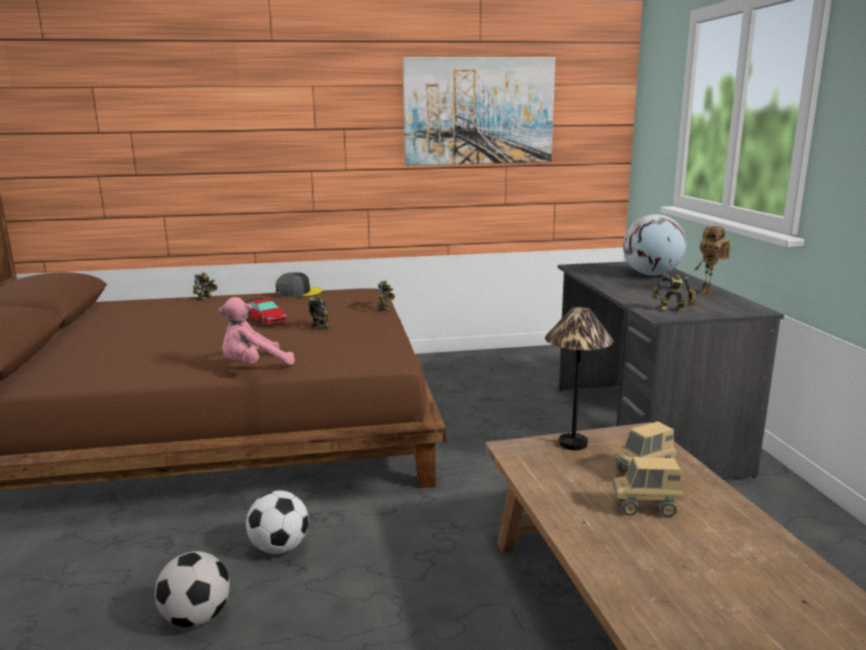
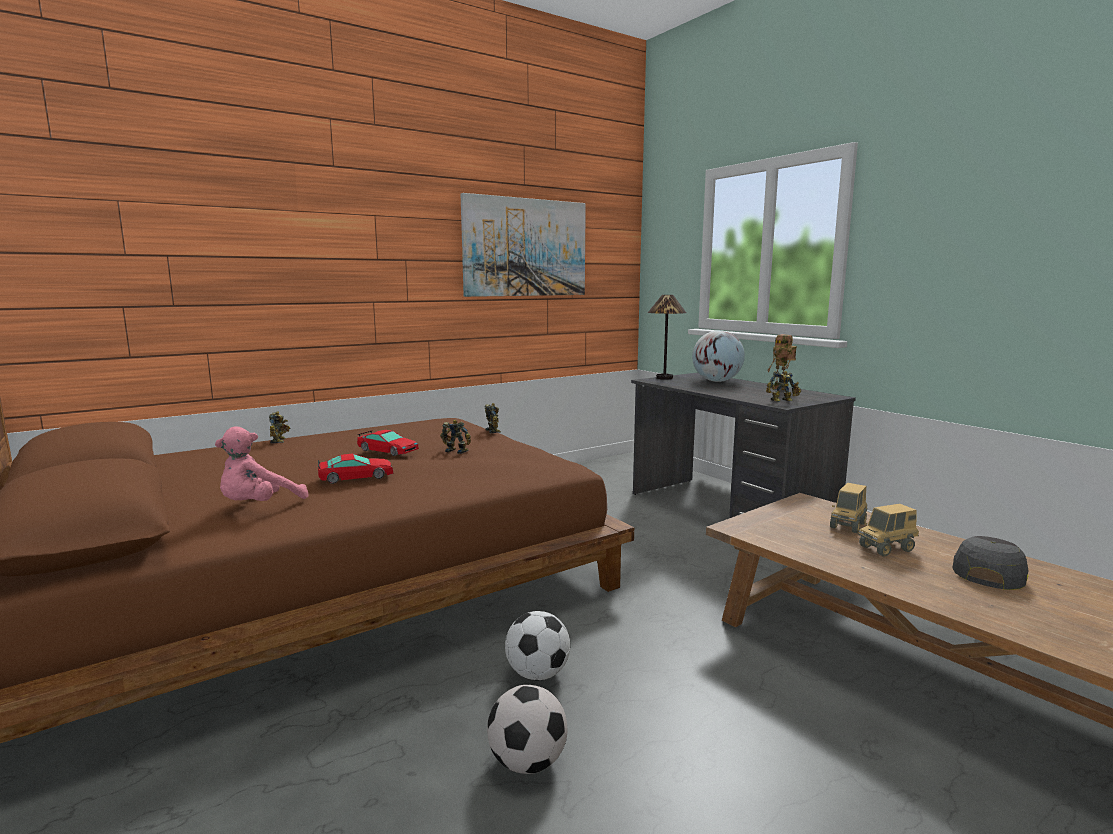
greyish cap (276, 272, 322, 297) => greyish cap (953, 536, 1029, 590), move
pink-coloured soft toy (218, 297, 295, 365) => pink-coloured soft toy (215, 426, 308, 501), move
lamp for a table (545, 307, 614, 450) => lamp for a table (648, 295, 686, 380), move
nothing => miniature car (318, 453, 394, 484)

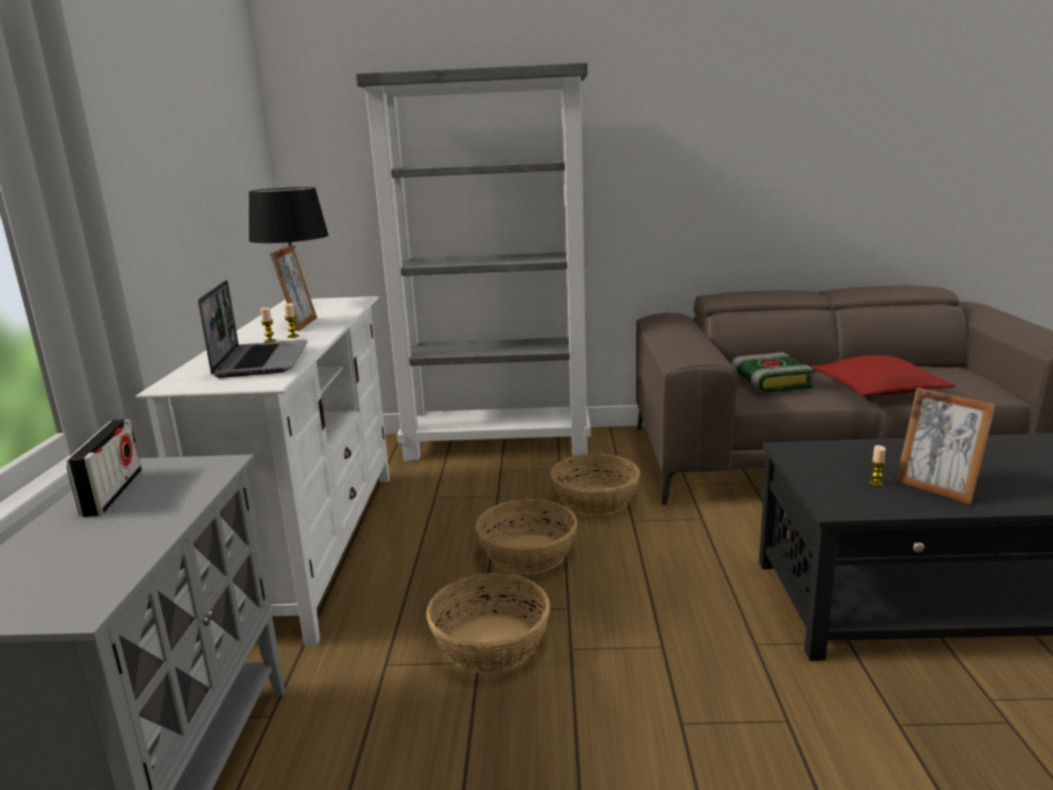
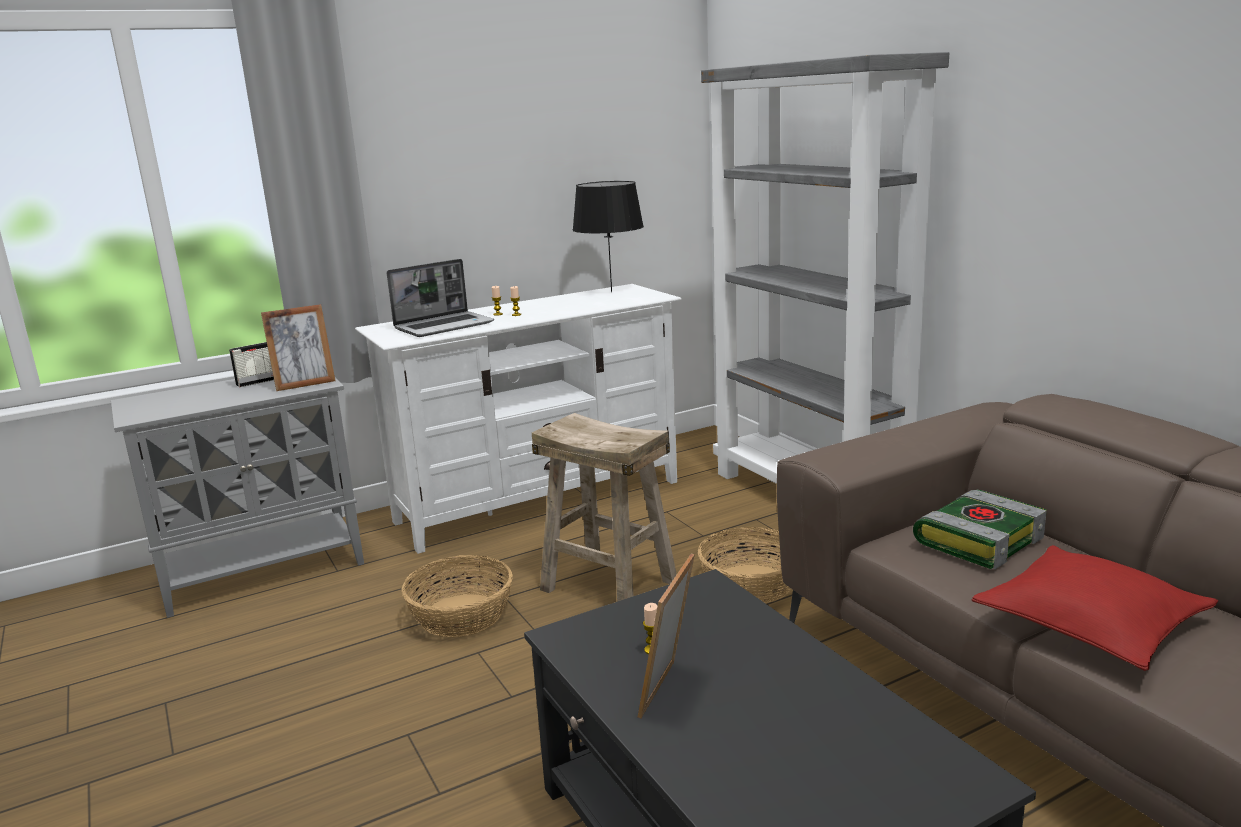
picture frame (270, 245, 317, 331) => picture frame (261, 304, 336, 391), move
storage basket (476, 499, 578, 574) => sand-coloured stool seat (532, 413, 677, 602)

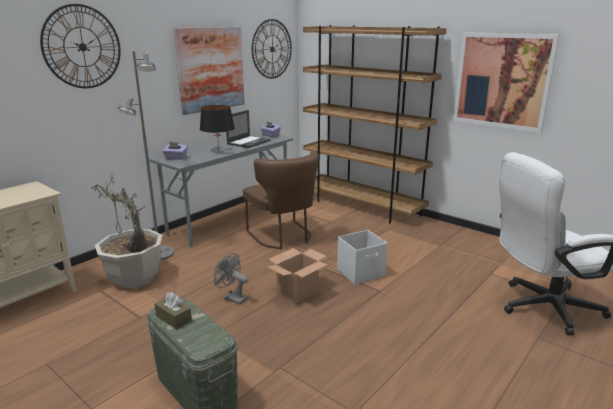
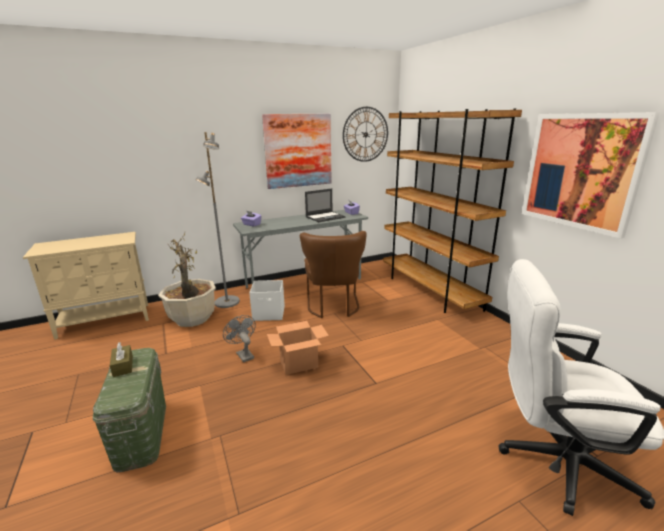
clock on the wall (40, 4, 121, 88) => nothing
black lamp for a table (200, 105, 235, 151) => nothing
white-coloured storage box (337, 230, 387, 285) => white-coloured storage box (249, 280, 285, 321), move

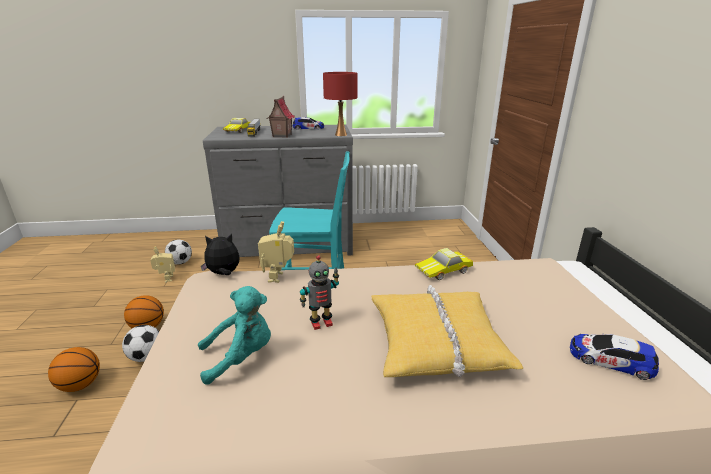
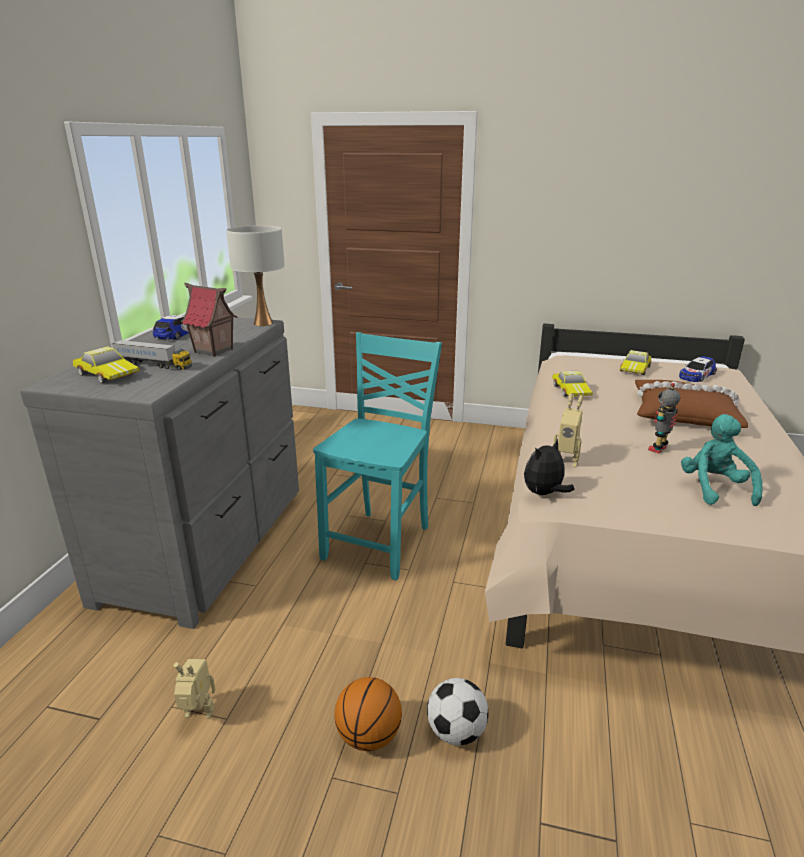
reddish lamp for a table (323, 72, 357, 136) => white-coloured lamp for a table (226, 225, 285, 326)
soft toy (201, 233, 240, 275) => soft toy (524, 439, 574, 495), 45 degrees clockwise
ball for football (165, 239, 192, 265) => nothing
robot figure (300, 255, 339, 330) => robot figure (648, 383, 680, 453), 135 degrees counterclockwise
yellowish pillow (371, 285, 523, 377) => brown pillow (635, 380, 748, 428)
ball for basketball (48, 347, 100, 392) => nothing
nothing => miniature car (619, 350, 651, 375)

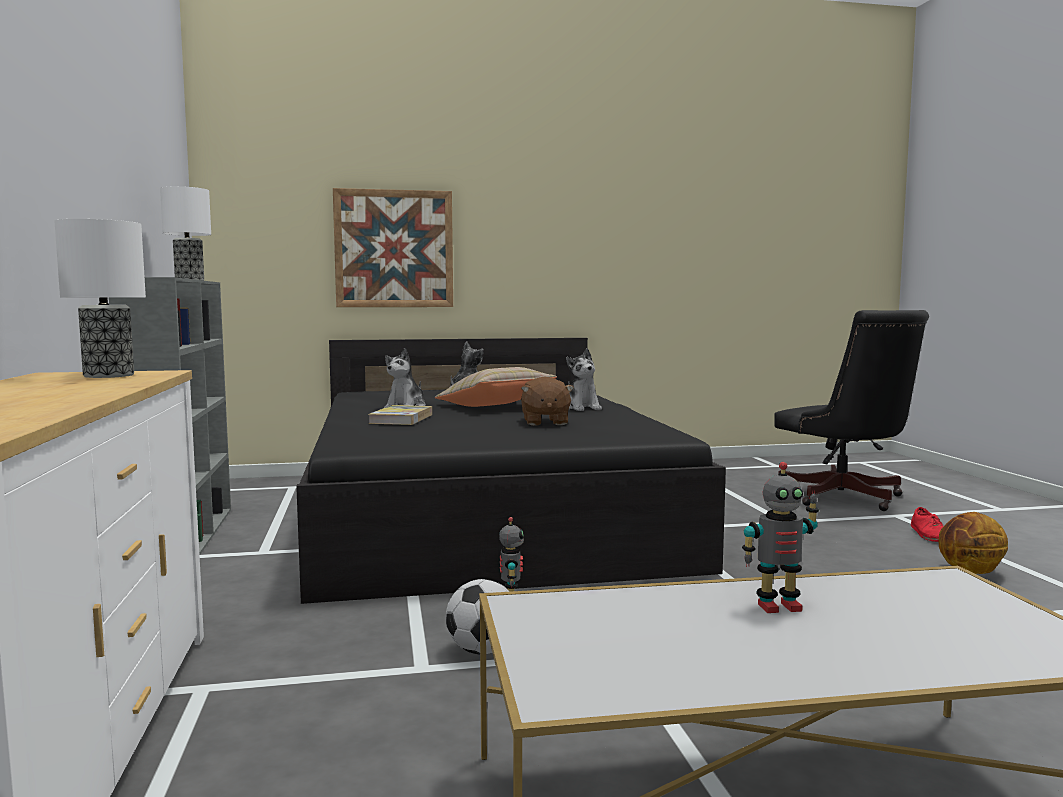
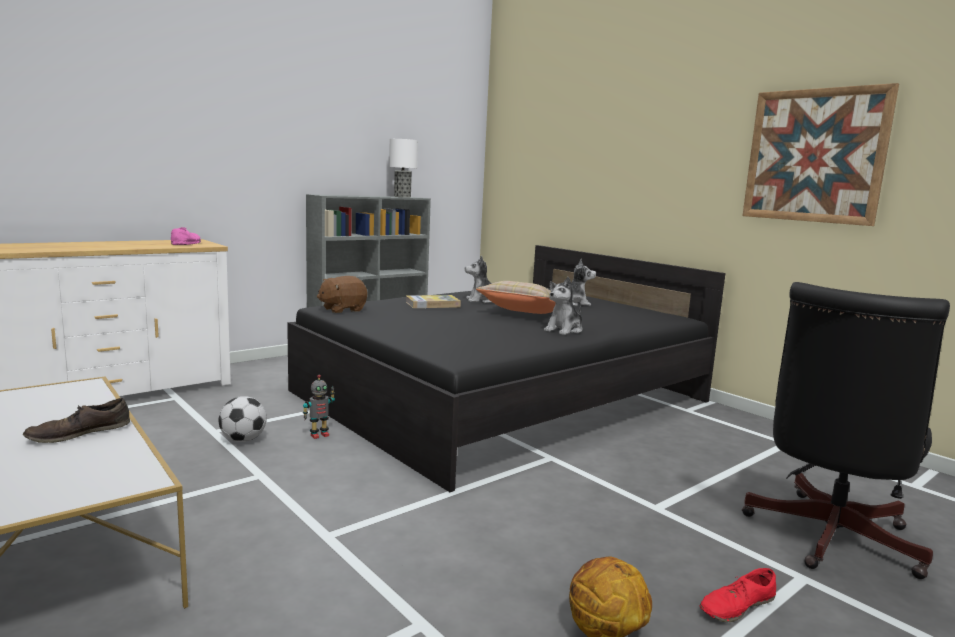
picture (333, 188, 453, 307) => picture (742, 83, 899, 226), move
lamp for a table (54, 219, 146, 378) => pink-coloured shoe (171, 227, 201, 245)
brown soft toy (521, 376, 574, 426) => brown soft toy (317, 276, 367, 313), move
robot figure (742, 462, 819, 613) => brown shoe (23, 398, 130, 443)

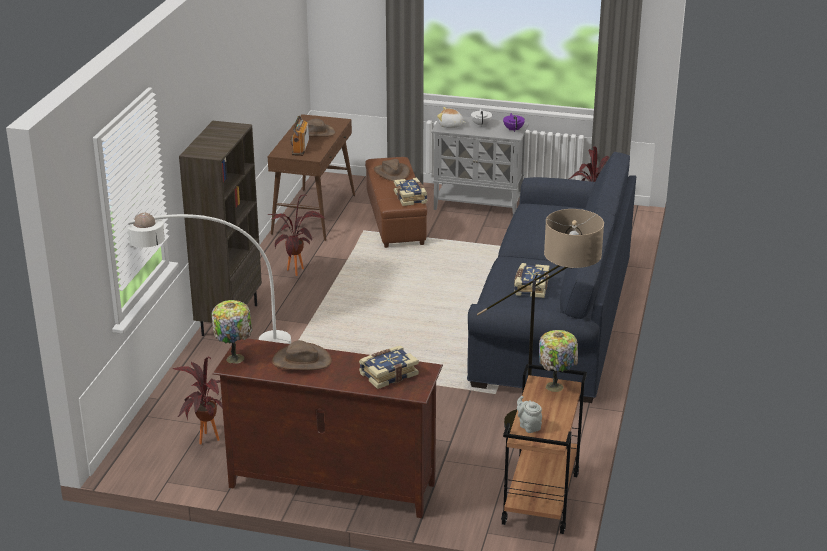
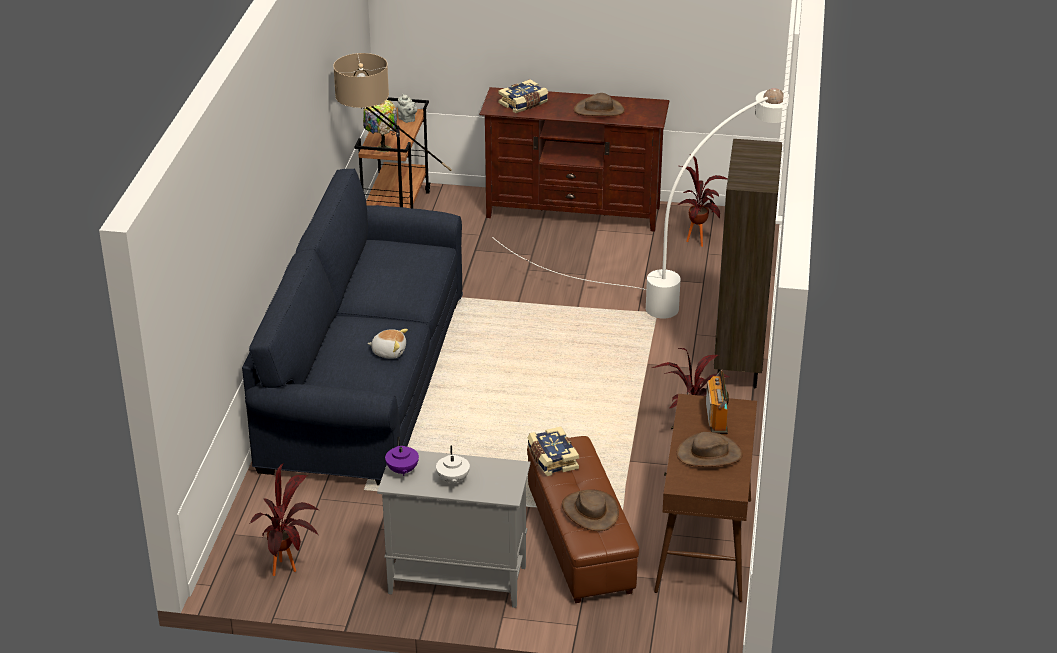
soft toy (437, 107, 466, 128) => soft toy (368, 329, 408, 359), move
bound book (514, 263, 549, 298) => nothing
lamp for a table (212, 300, 252, 363) => nothing

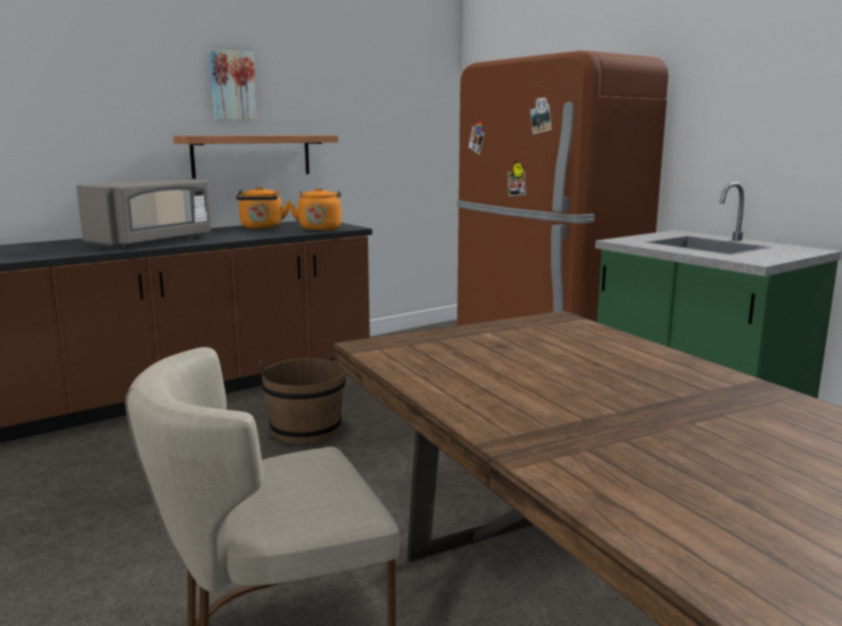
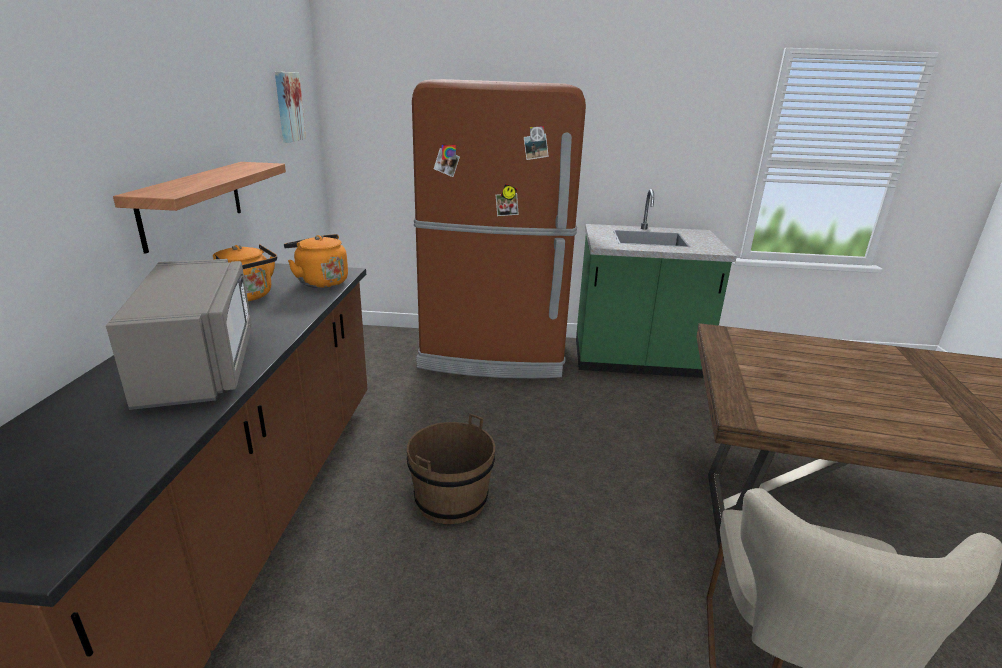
picture (209, 50, 257, 120) => picture (275, 72, 306, 143), move

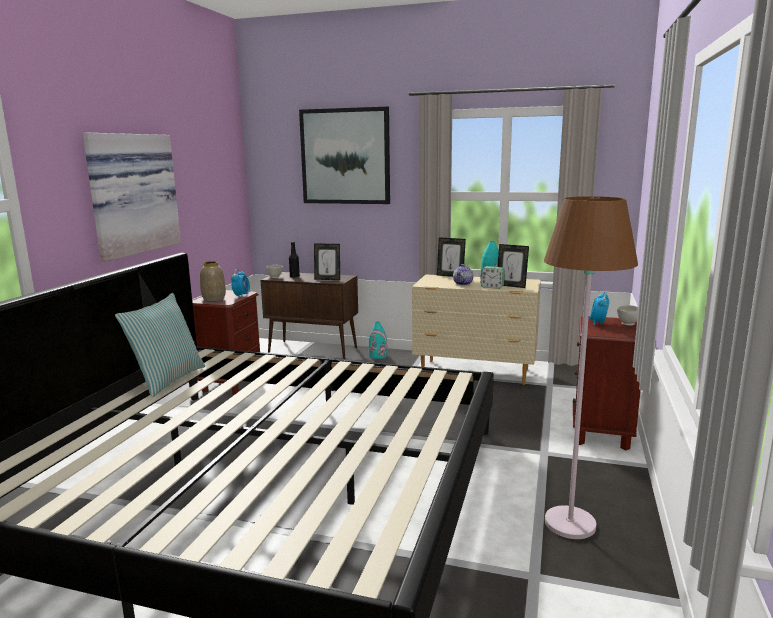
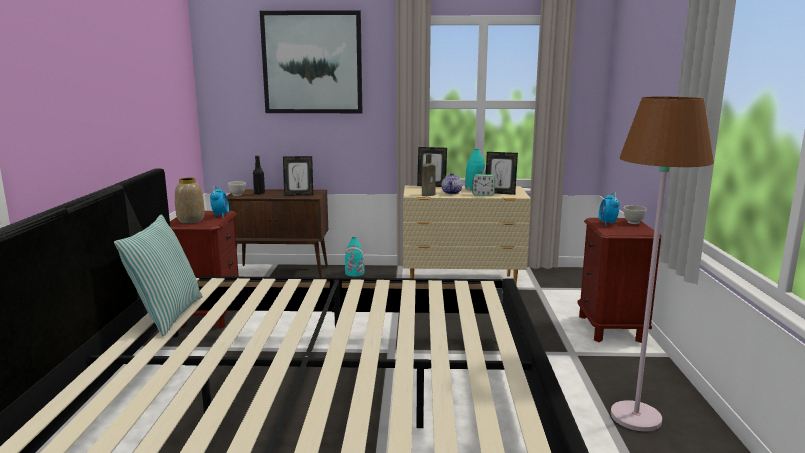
picture (83, 133, 181, 262) => nothing
nothing => brown bottle (422, 154, 436, 196)

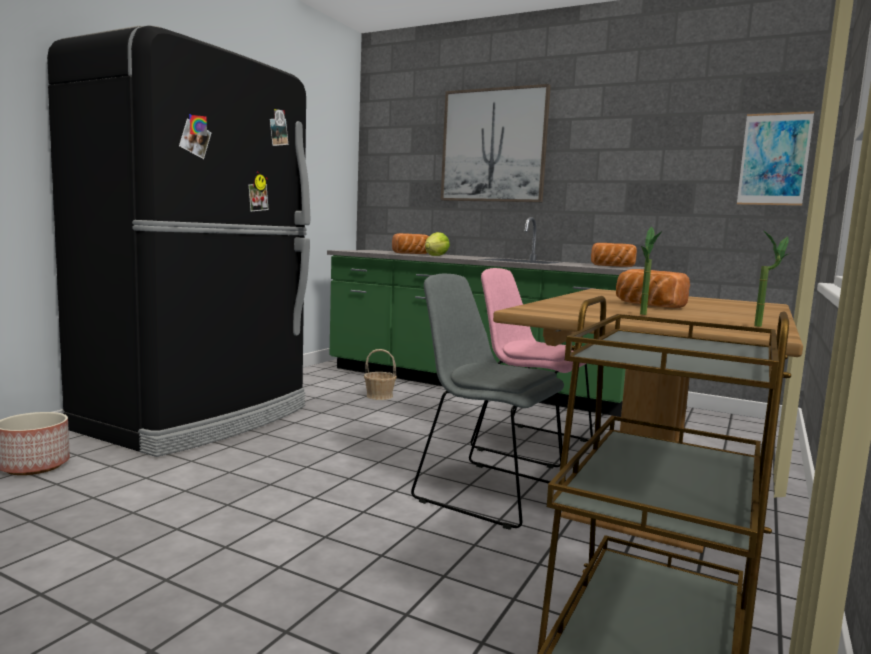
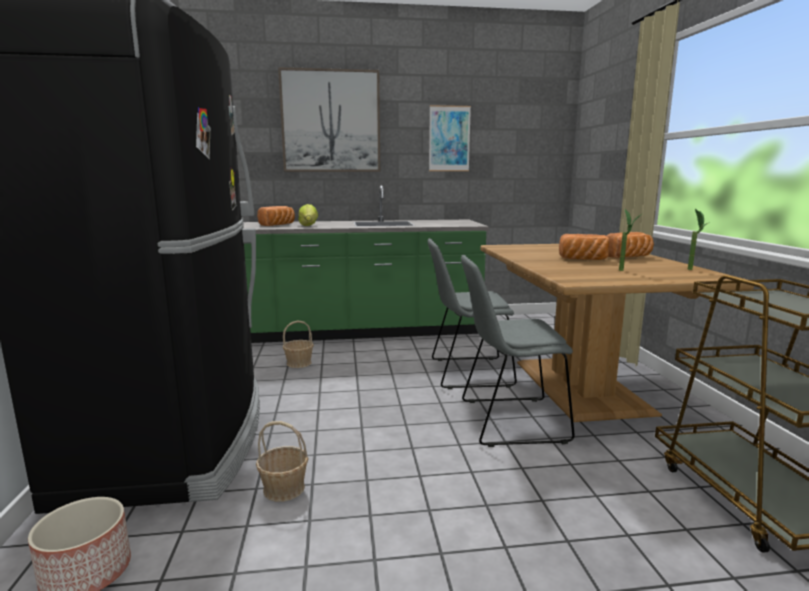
picture (737, 111, 814, 206) => picture (429, 105, 471, 171), move
bakery bread (591, 243, 637, 267) => bakery bread (607, 232, 654, 258), move
pink-coloured chair (471, 268, 593, 468) => greyish chair (428, 238, 517, 389)
nothing => storage basket (256, 421, 309, 502)

